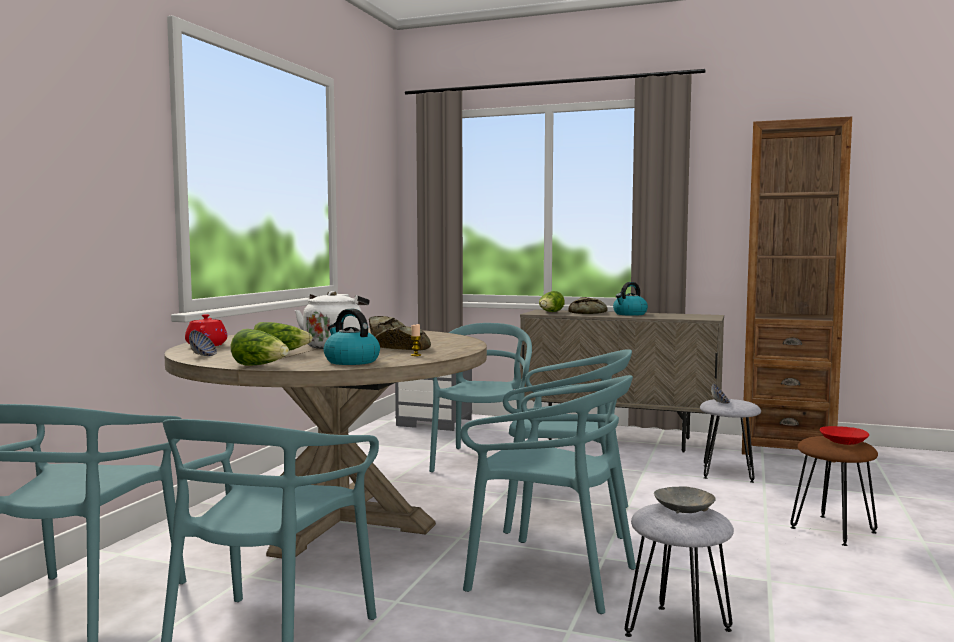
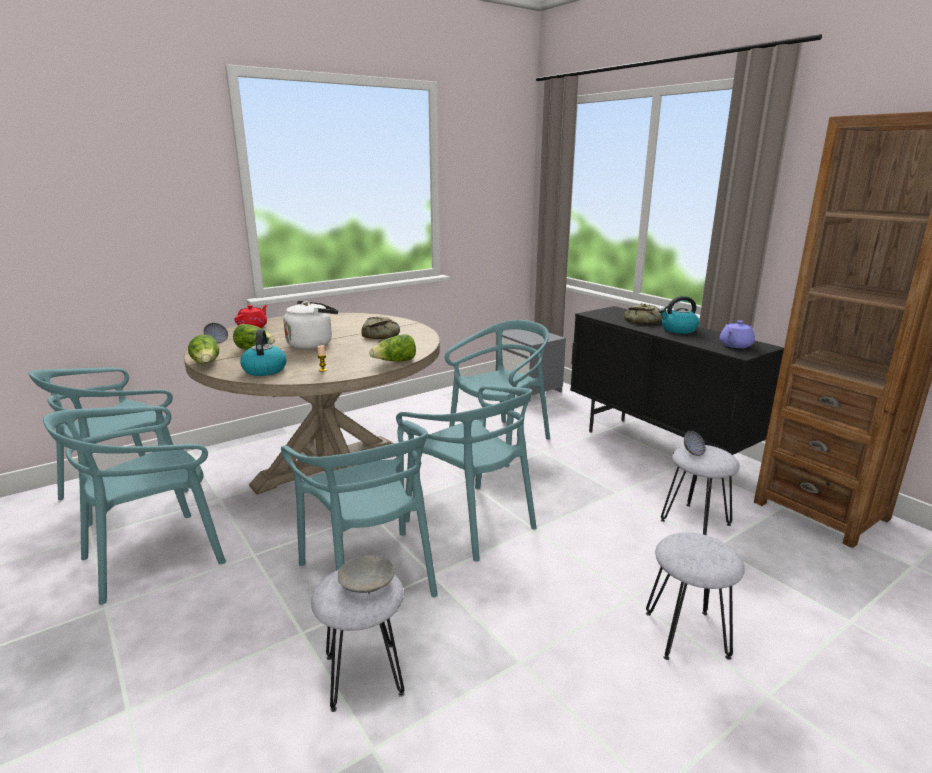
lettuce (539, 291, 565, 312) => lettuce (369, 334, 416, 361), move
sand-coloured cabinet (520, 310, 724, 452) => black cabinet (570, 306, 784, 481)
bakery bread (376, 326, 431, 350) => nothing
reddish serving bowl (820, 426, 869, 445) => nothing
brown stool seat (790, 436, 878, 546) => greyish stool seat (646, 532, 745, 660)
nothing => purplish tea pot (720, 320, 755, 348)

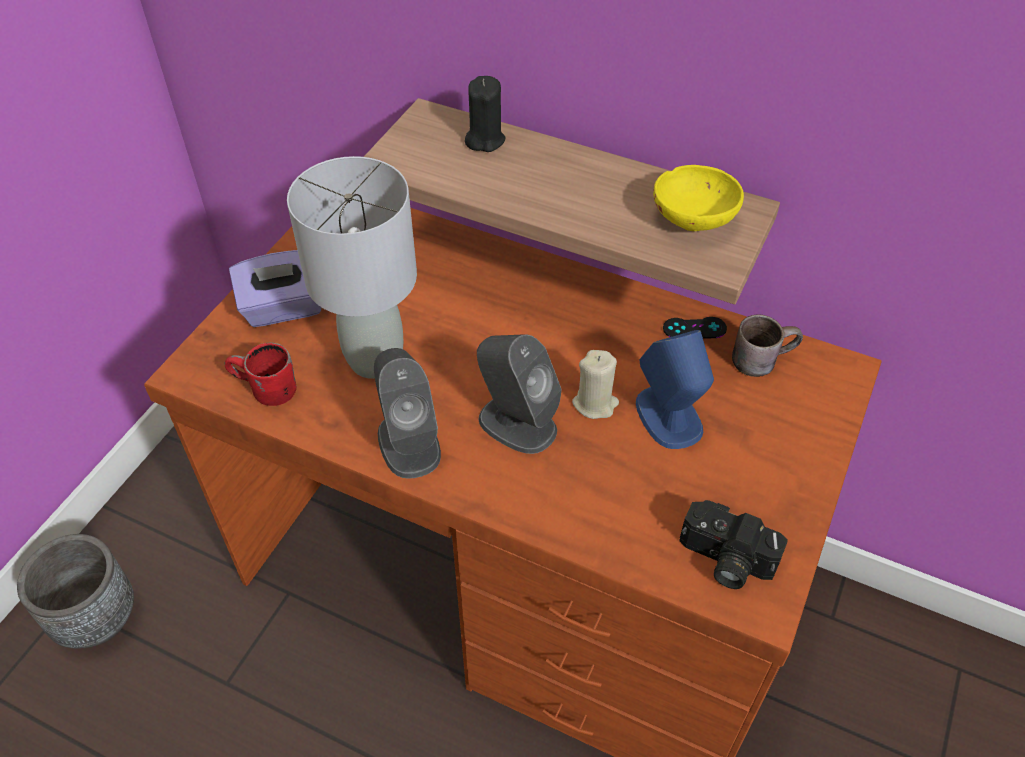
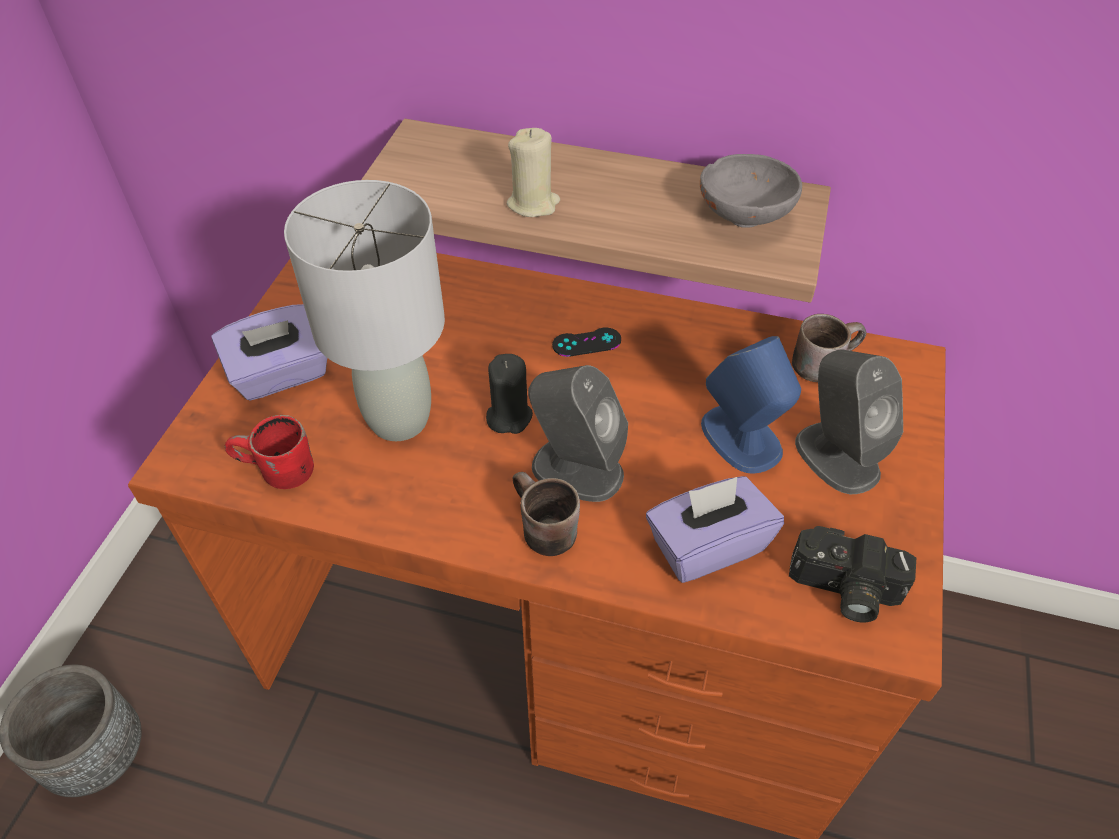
black candle (465, 76, 505, 152) => black candle (486, 354, 533, 434), move
yellowish serving bowl (653, 165, 744, 231) => greyish serving bowl (700, 154, 802, 228)
black game controller (663, 317, 727, 339) => black game controller (552, 327, 621, 357), move
greyish audio speaker (374, 348, 441, 479) => greyish audio speaker (795, 350, 903, 494), move
sand-coloured candle (572, 350, 619, 419) => sand-coloured candle (507, 128, 560, 217), move
nothing => brown tea mug (513, 472, 580, 556)
nothing => purplish tissue holder (646, 476, 784, 583)

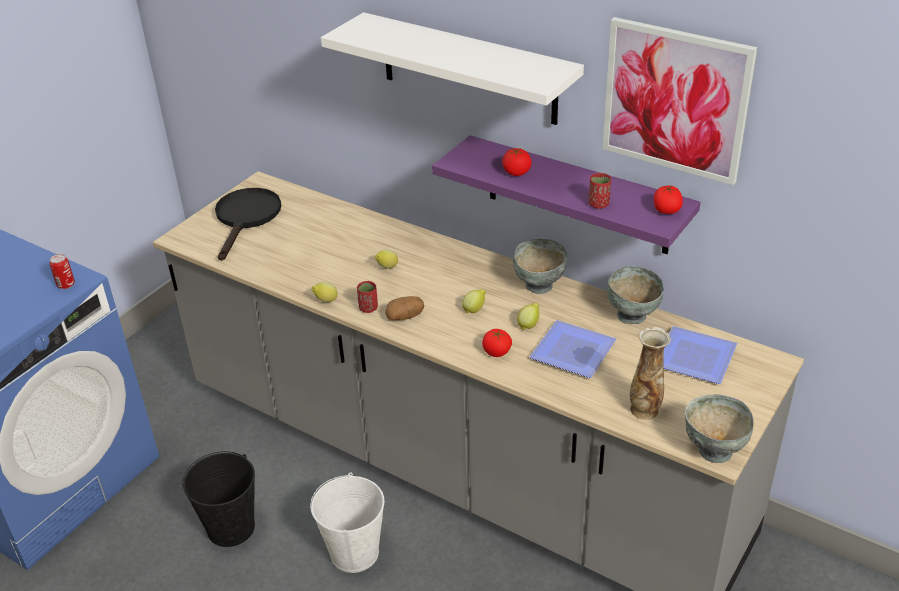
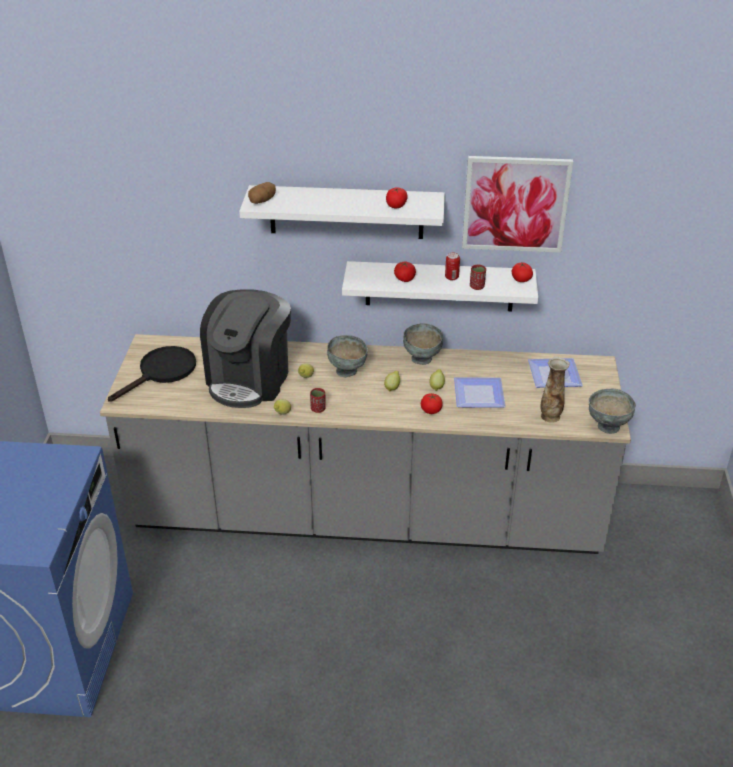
purplish shelf (432, 135, 700, 254) => white-coloured shelf (342, 261, 538, 311)
black skillet (215, 188, 281, 261) => black skillet (108, 346, 196, 402), 60 degrees clockwise
can (49, 254, 75, 289) => can (445, 252, 460, 280), move
greyish serving bowl (607, 266, 664, 324) => greyish serving bowl (327, 335, 368, 377), move
spud (385, 296, 424, 320) => spud (248, 182, 276, 204), move
black bucket (182, 451, 255, 547) => nothing
white-coloured bucket (310, 472, 384, 573) => nothing
nothing => whole tomato (386, 187, 408, 208)
nothing => coffee brewer (200, 289, 291, 408)

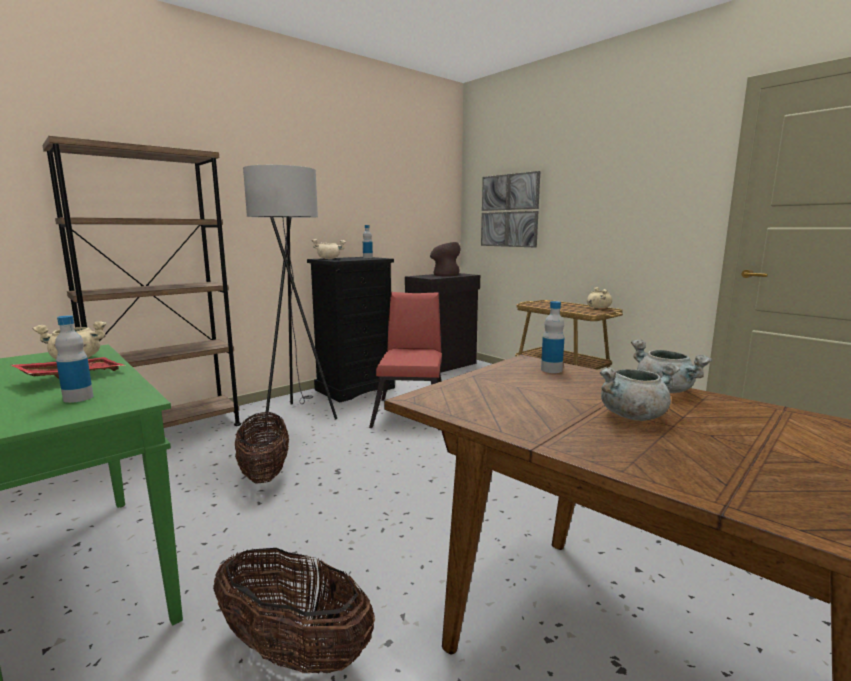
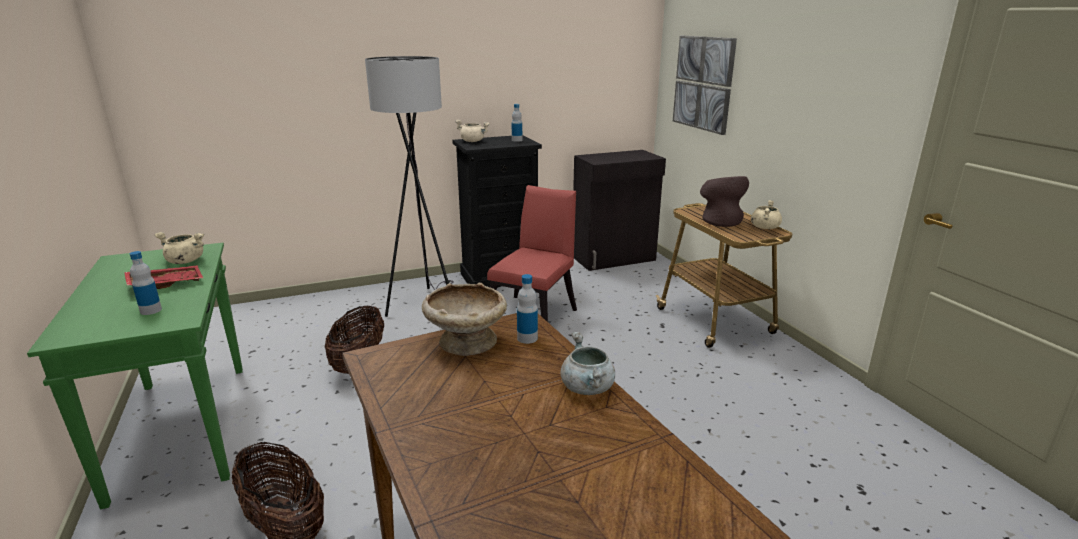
brown bookshelf (42, 136, 241, 428) => nothing
brown decorative vase (430, 242, 461, 276) => brown decorative vase (700, 176, 749, 227), move
greyish stockpot (600, 363, 680, 421) => nothing
nothing => sand-coloured serving bowl (422, 283, 507, 356)

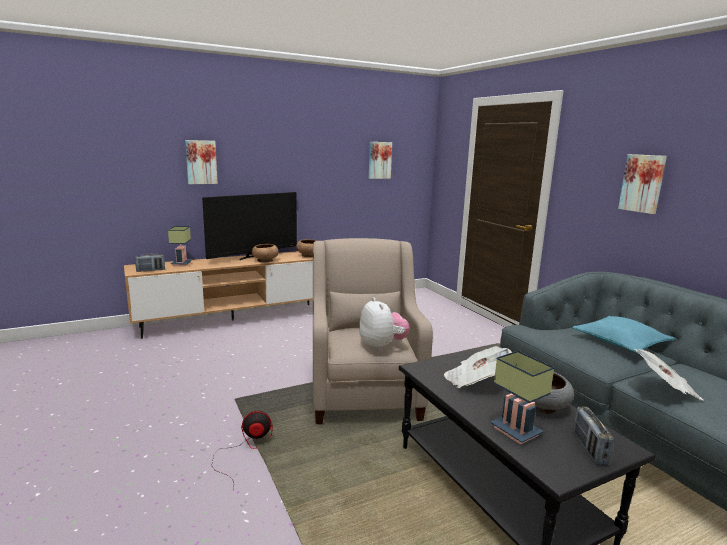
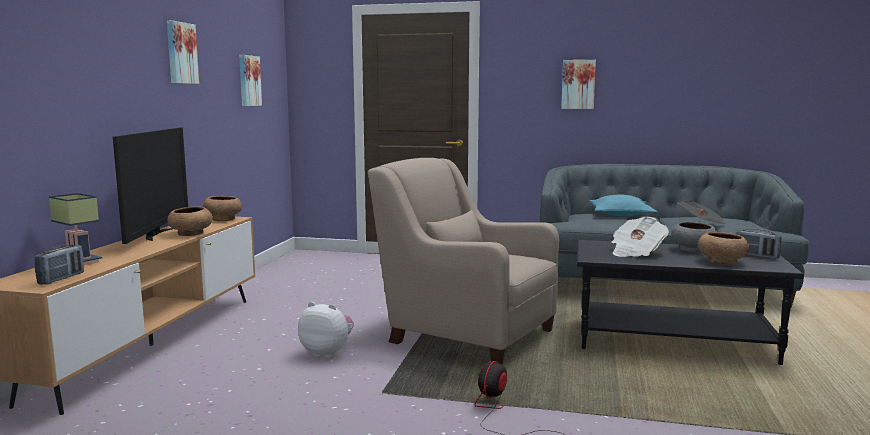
picture (185, 140, 218, 184) => picture (167, 20, 199, 84), move
soft toy (359, 297, 409, 351) => soft toy (298, 302, 354, 358), move
lamp for a table (490, 351, 555, 445) => brown serving bowl (698, 232, 749, 265)

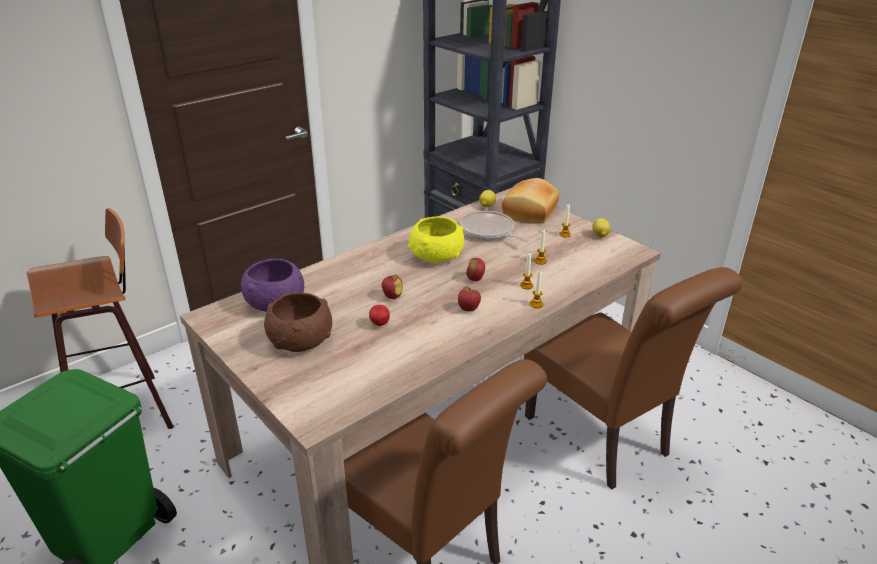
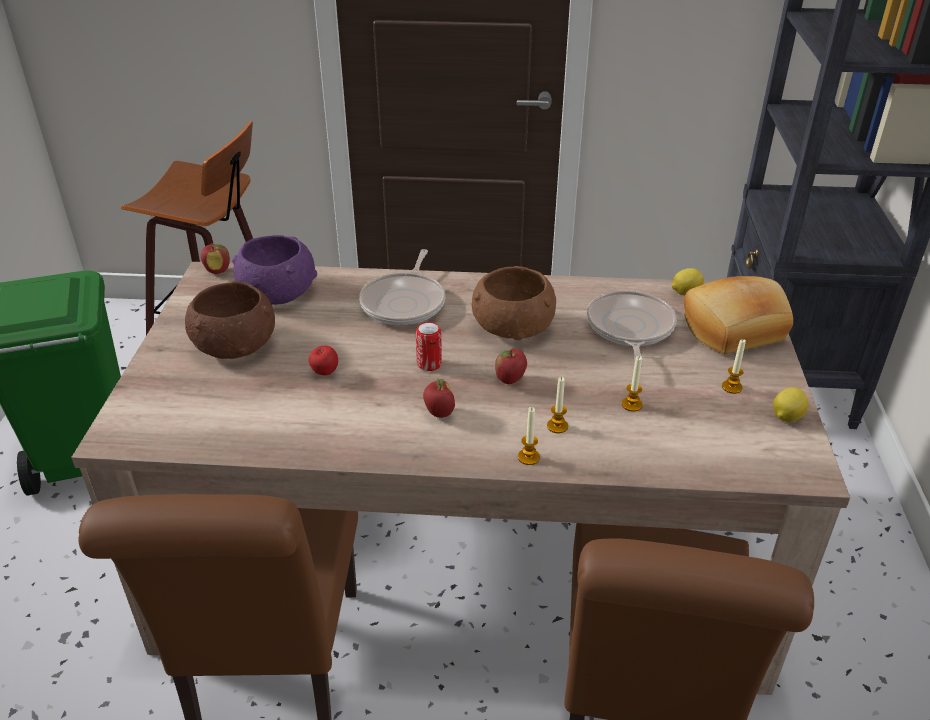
yellowish serving bowl (408, 216, 464, 263) => brown serving bowl (471, 266, 556, 340)
apple (382, 274, 403, 299) => apple (201, 243, 230, 274), move
nothing => skillet (359, 249, 445, 325)
nothing => can (416, 322, 442, 371)

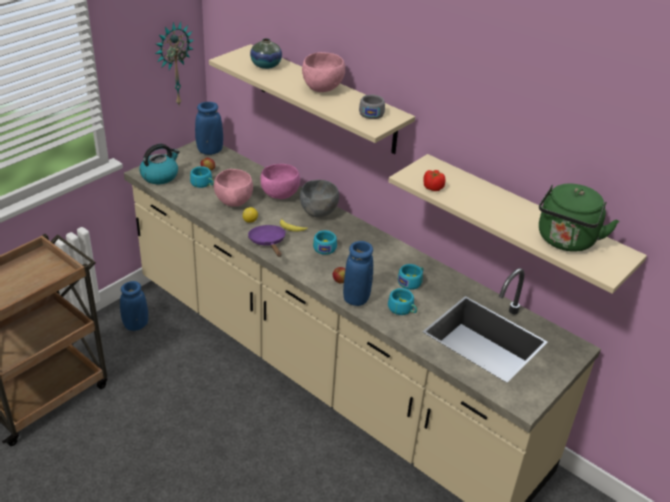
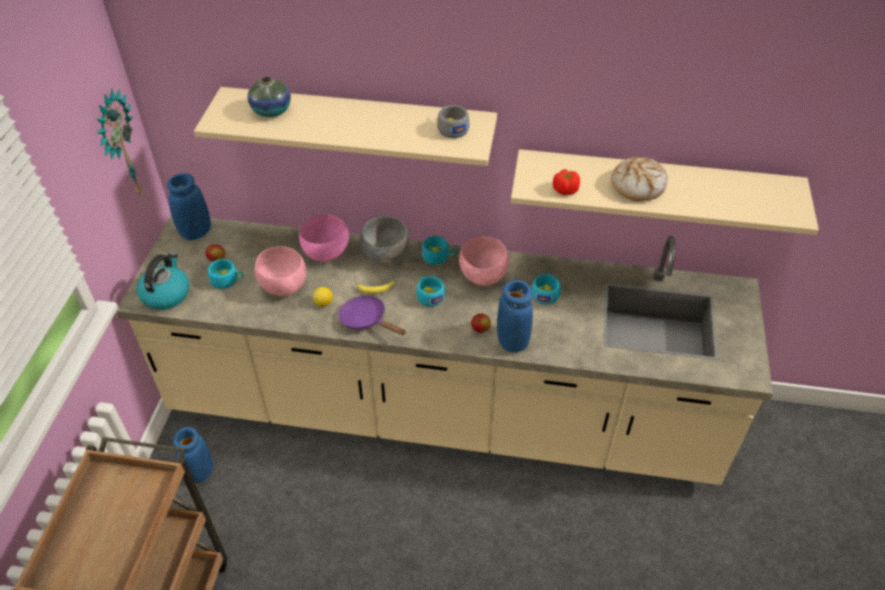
pink-coloured serving bowl (302, 52, 345, 92) => pink-coloured serving bowl (459, 236, 509, 286), move
green-coloured tea kettle (539, 184, 619, 252) => nothing
turquoise-coloured drinking cup (388, 288, 417, 315) => turquoise-coloured drinking cup (422, 236, 456, 265), move
nothing => bakery bread (611, 157, 668, 201)

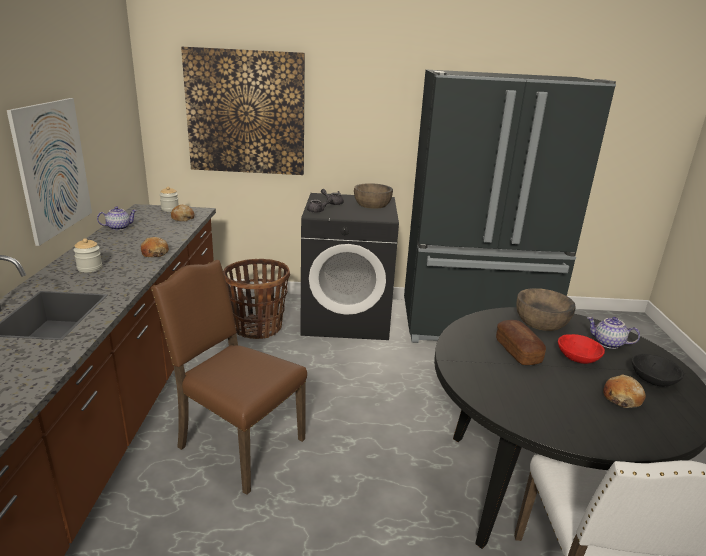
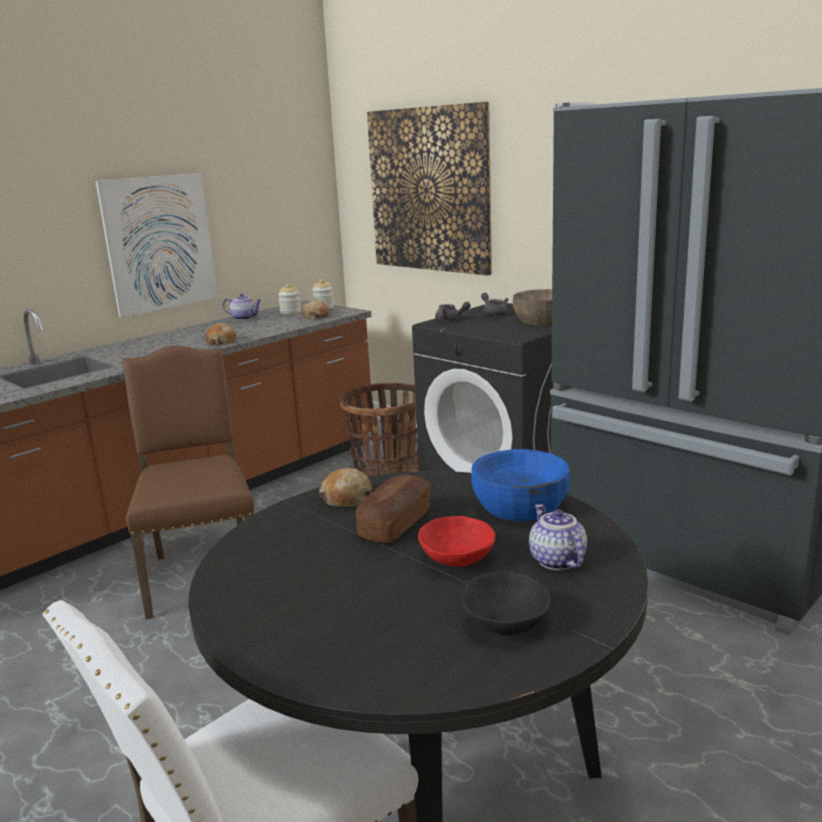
storage jar (73, 238, 102, 272) => storage jar (278, 284, 301, 315), move
brown serving bowl (516, 288, 576, 331) => blue-coloured serving bowl (471, 449, 570, 521)
bakery bread (603, 374, 646, 408) => bakery bread (319, 468, 372, 507), move

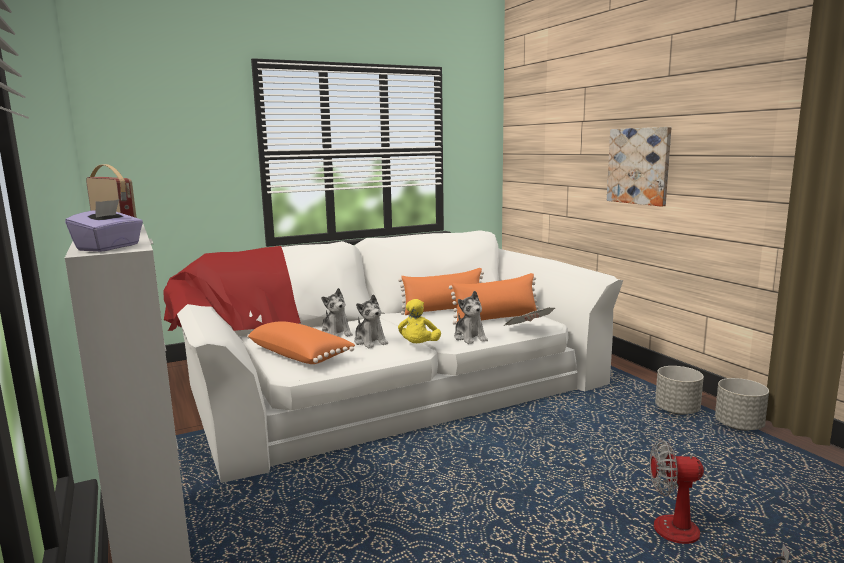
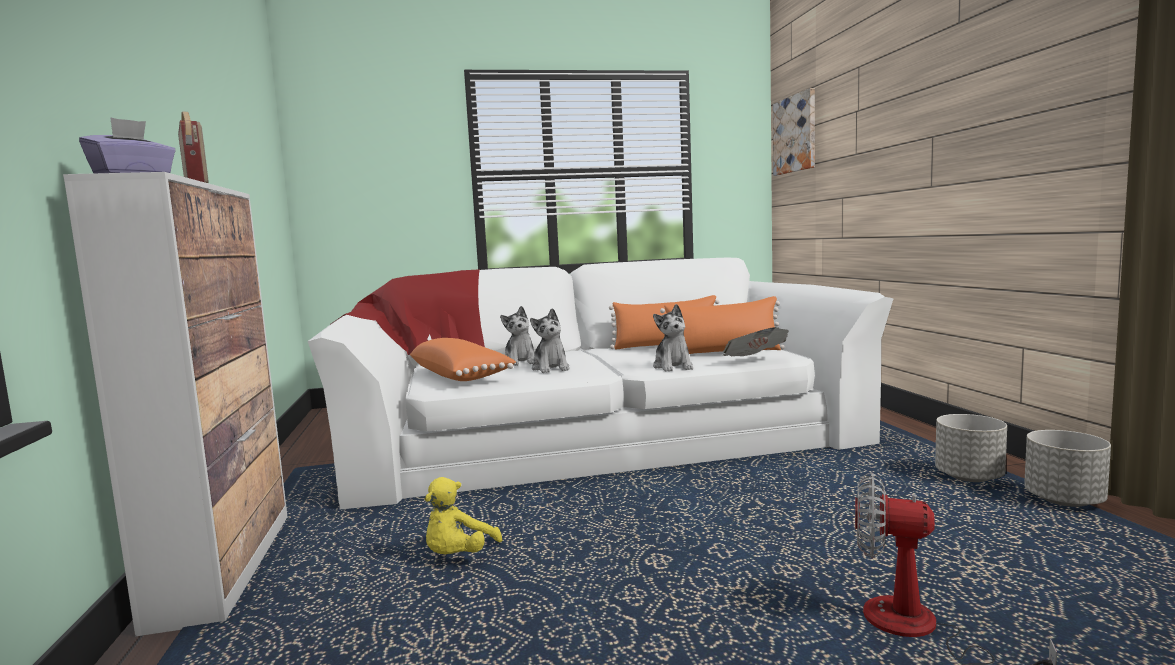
picture (607, 127, 671, 207) => picture (773, 88, 815, 176), move
yellowish soft toy (398, 299, 441, 343) => yellowish soft toy (425, 477, 502, 554), move

